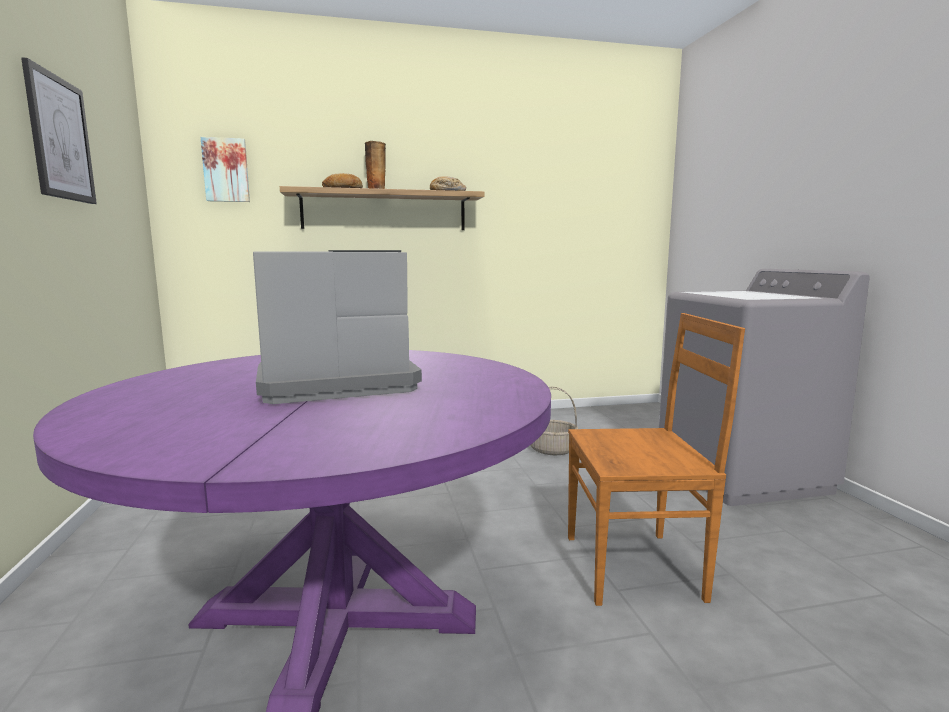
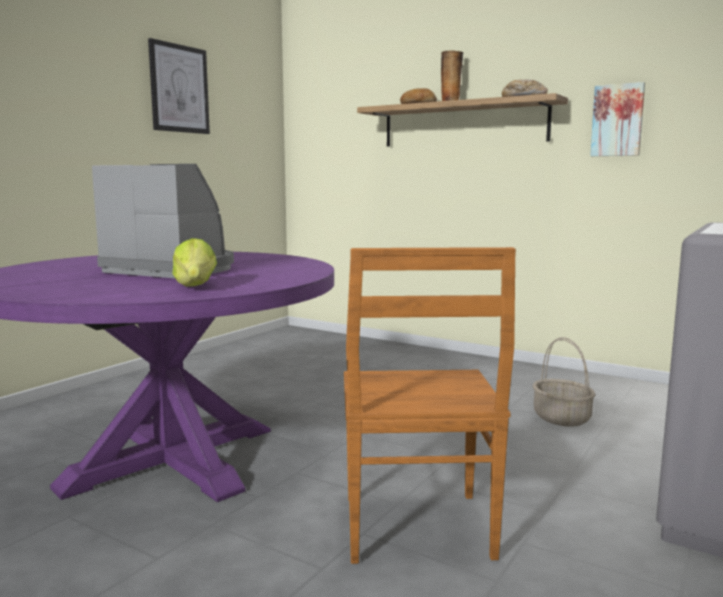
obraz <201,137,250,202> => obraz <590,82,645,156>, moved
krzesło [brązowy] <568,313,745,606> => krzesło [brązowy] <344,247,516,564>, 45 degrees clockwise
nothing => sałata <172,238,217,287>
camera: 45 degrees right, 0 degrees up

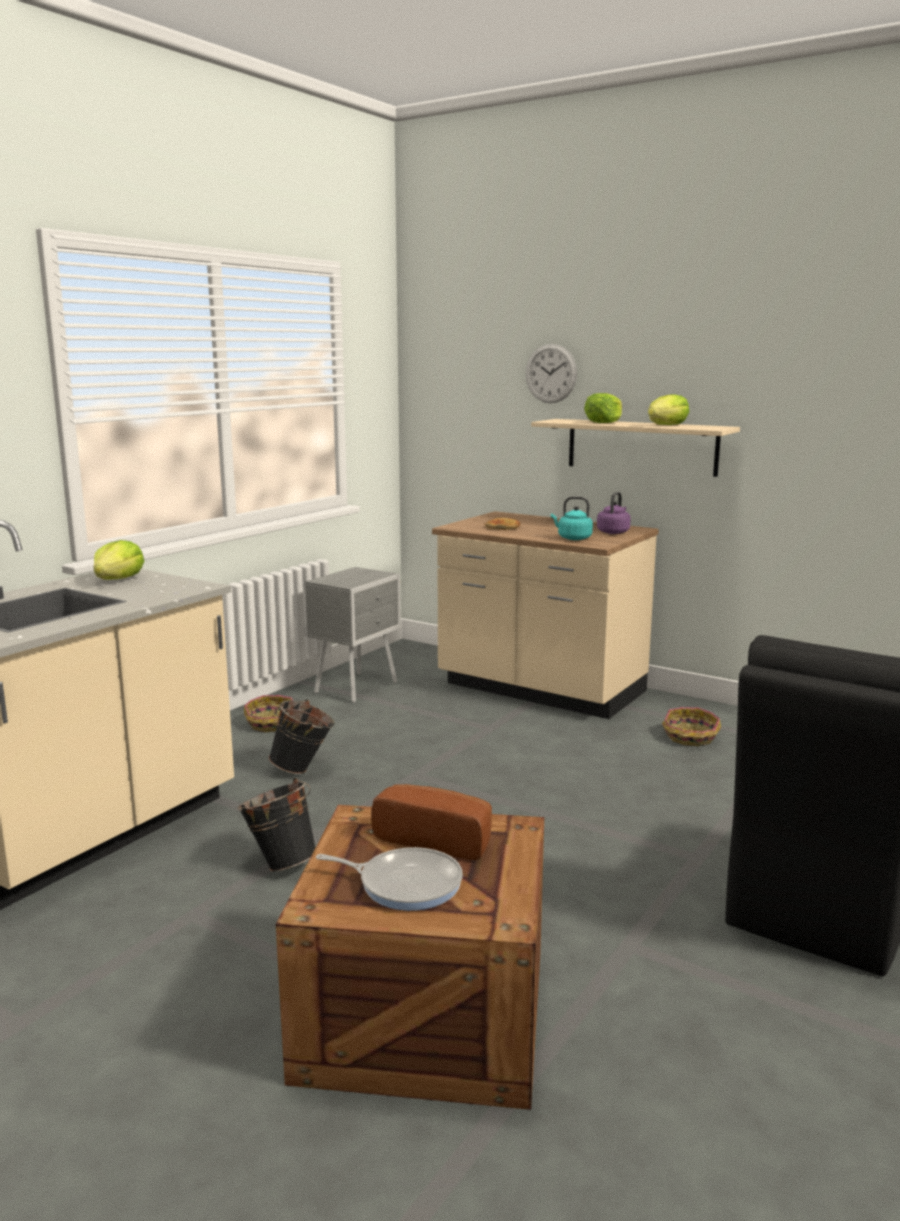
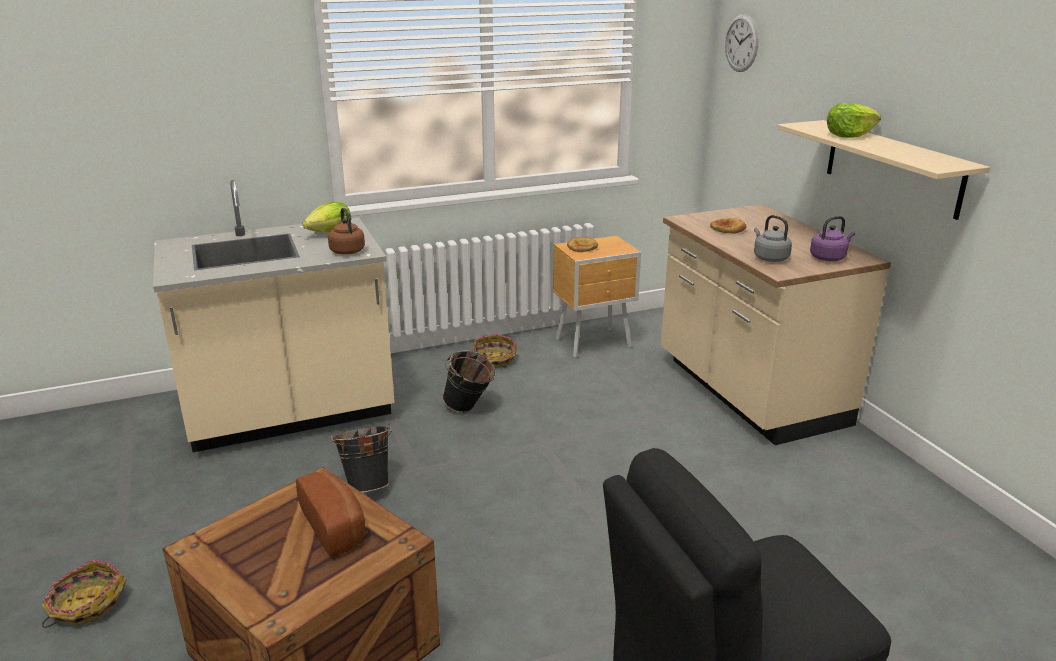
szafka nocna [szary] <305,567,401,703> => szafka nocna [brązowy] <553,236,641,358>
patelnia <316,847,463,911> => nothing
zegar ścienny <525,344,577,403> => zegar ścienny <725,14,758,72>, moved
czajnik [turkusowy] <551,496,593,540> => czajnik [szary] <754,215,792,262>
sałata <648,394,689,425> => nothing
koszyk <662,707,721,746> => koszyk <42,560,127,628>, moved
nothing => czajnik [brązowy] <328,208,365,255>
nothing => chleb <567,237,598,252>
camera: 35 degrees right, 10 degrees up

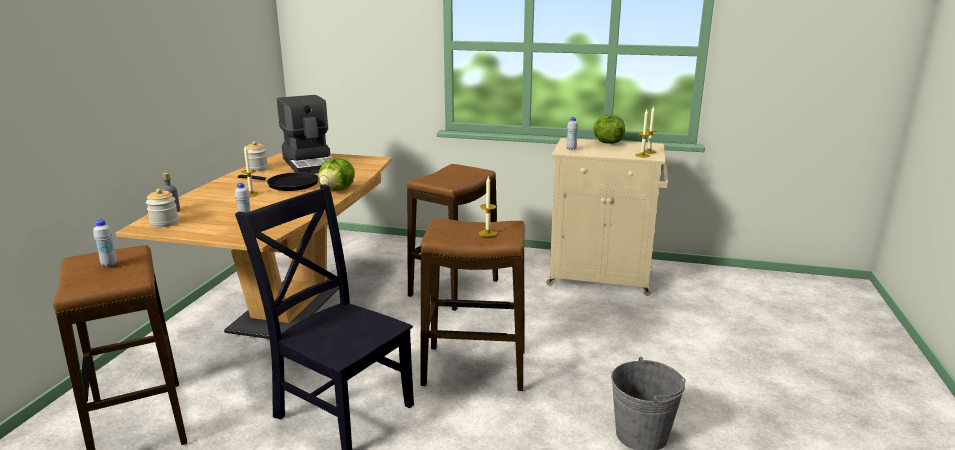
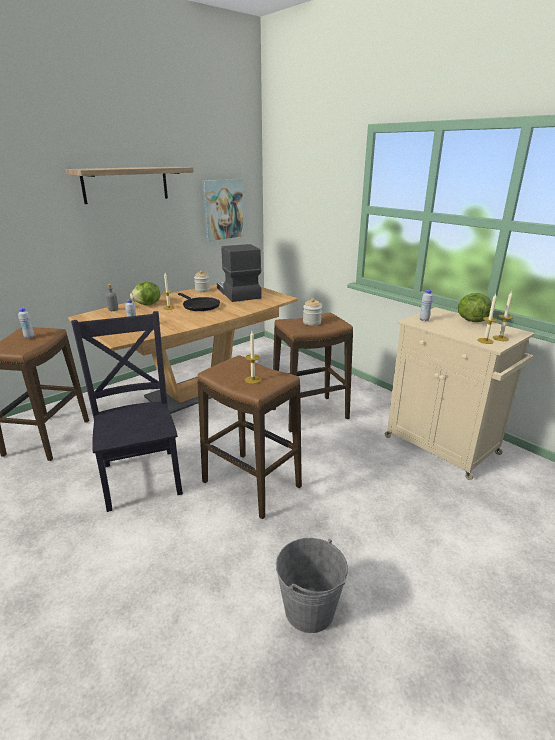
słoik <146,189,179,227> => słoik <303,298,322,325>, moved
ekspres do kawy <277,95,333,174> => ekspres do kawy <217,244,262,302>, 150 degrees clockwise
sałata <319,158,355,191> => sałata <130,282,160,305>, moved
nothing => półka <66,167,194,204>
nothing => obraz <202,179,244,241>
camera: 35 degrees right, 5 degrees up

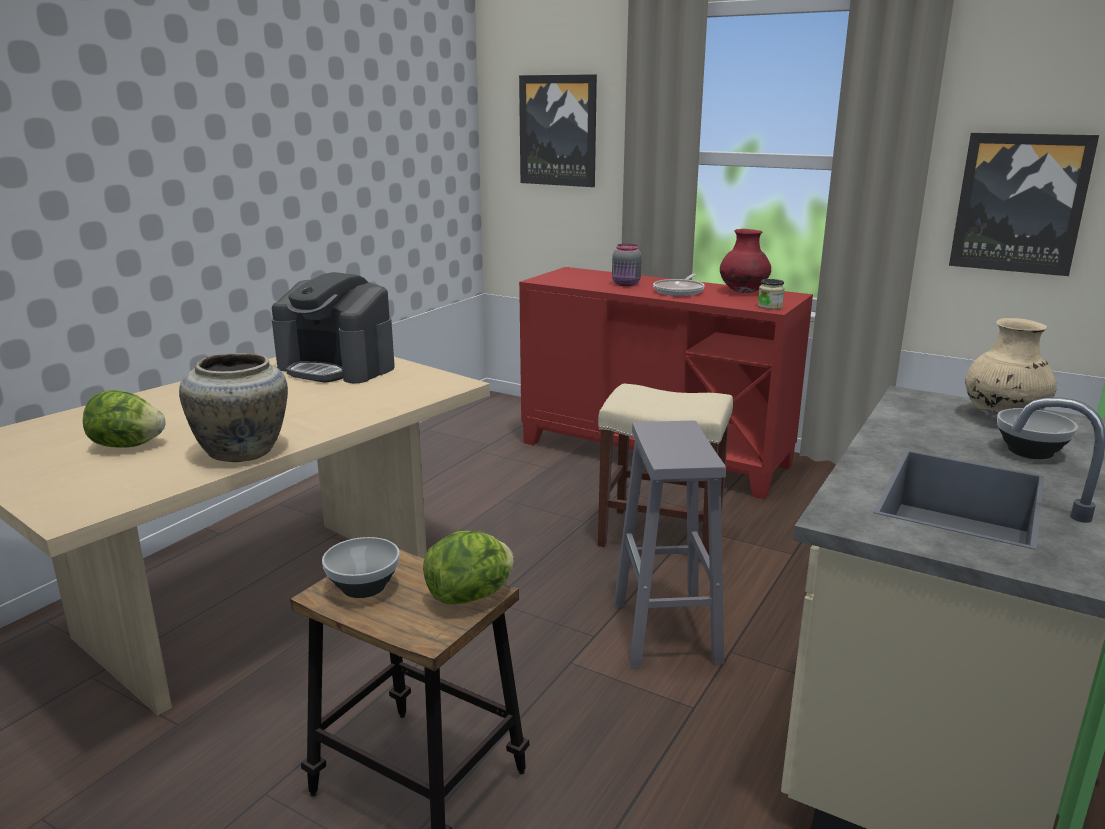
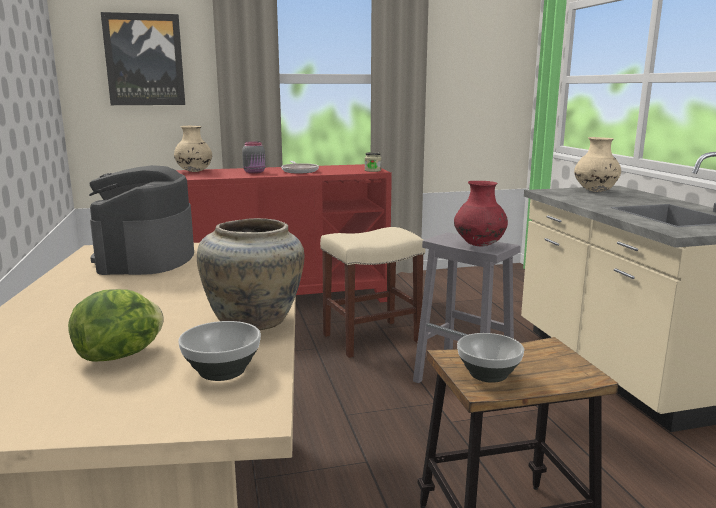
ekspres do kawy <272,272,395,383> => ekspres do kawy <89,165,194,275>, 105 degrees clockwise
sałata <423,531,514,604> => nothing
wazon [czerwony] <720,229,771,293> => wazon [czerwony] <454,181,508,246>, moved
obraz <949,133,1099,276> => nothing
miska <997,408,1078,459> => miska <178,321,261,381>, moved
nothing => wazon [beżowy] <174,126,212,172>
camera: 45 degrees left, 5 degrees down

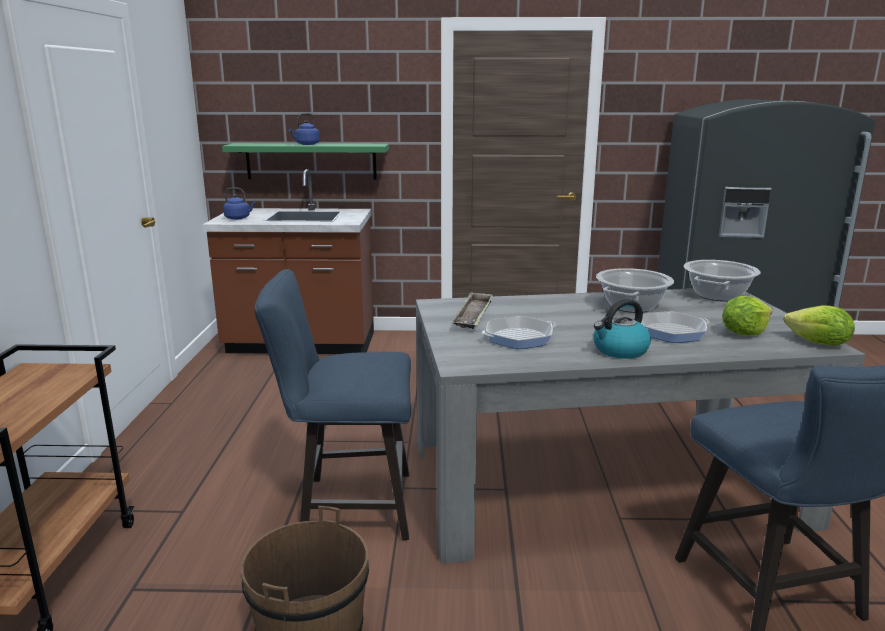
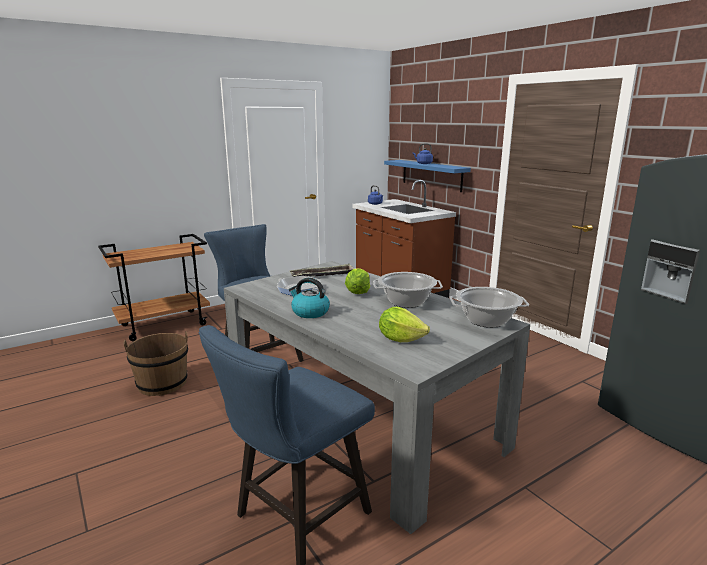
półka [zielony] <222,143,389,180> => półka [niebieski] <384,160,471,192>
patelnia <641,311,709,343> => nothing
sałata <784,305,855,346> => sałata <345,268,370,294>, moved
camera: 55 degrees right, 0 degrees up

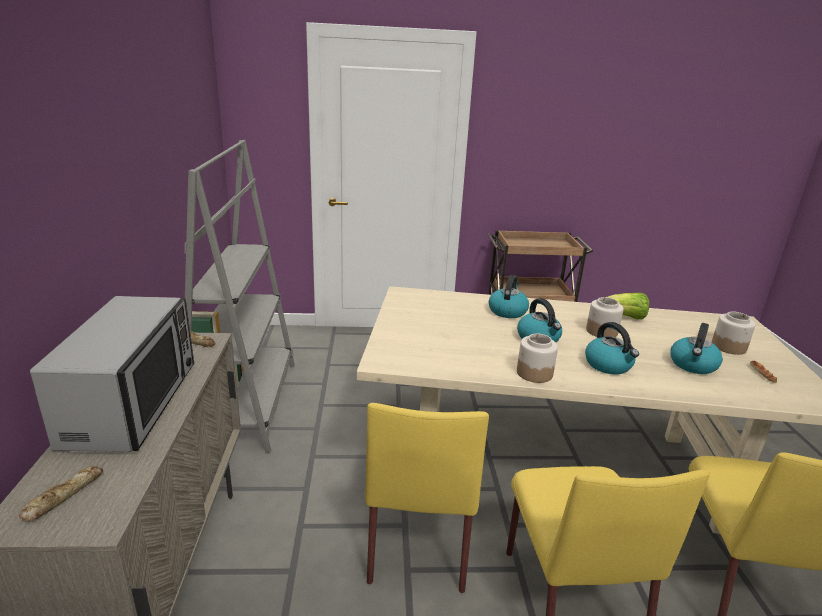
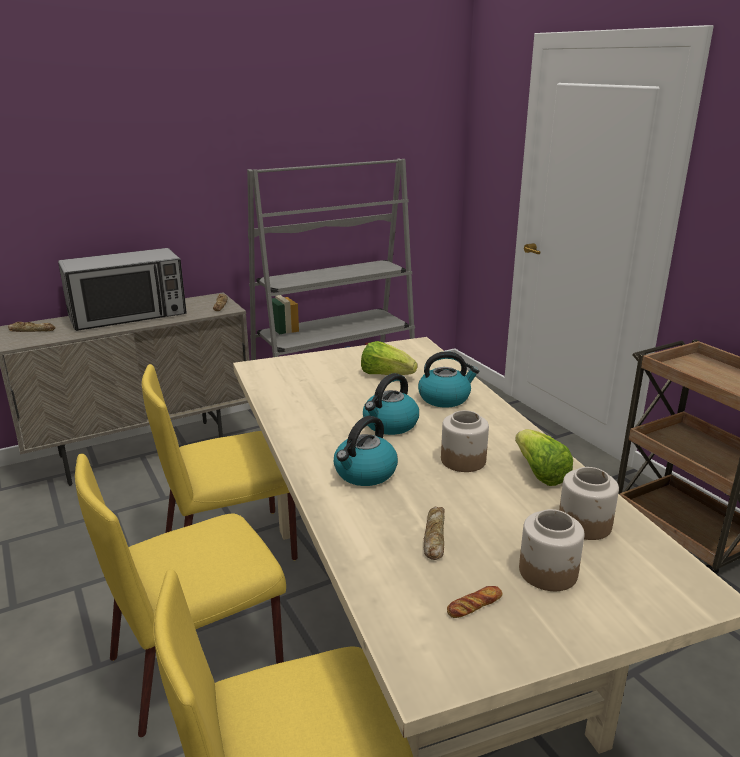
słoik <517,333,558,383> => słoik <559,467,619,540>, moved
czajnik <670,323,723,374> => chleb <424,507,445,560>
nothing => sałata <361,341,417,375>
camera: 65 degrees right, 0 degrees up

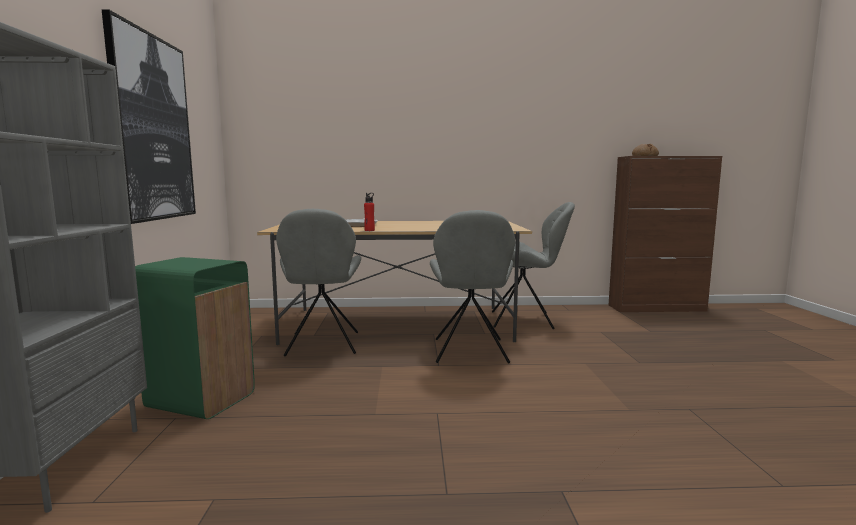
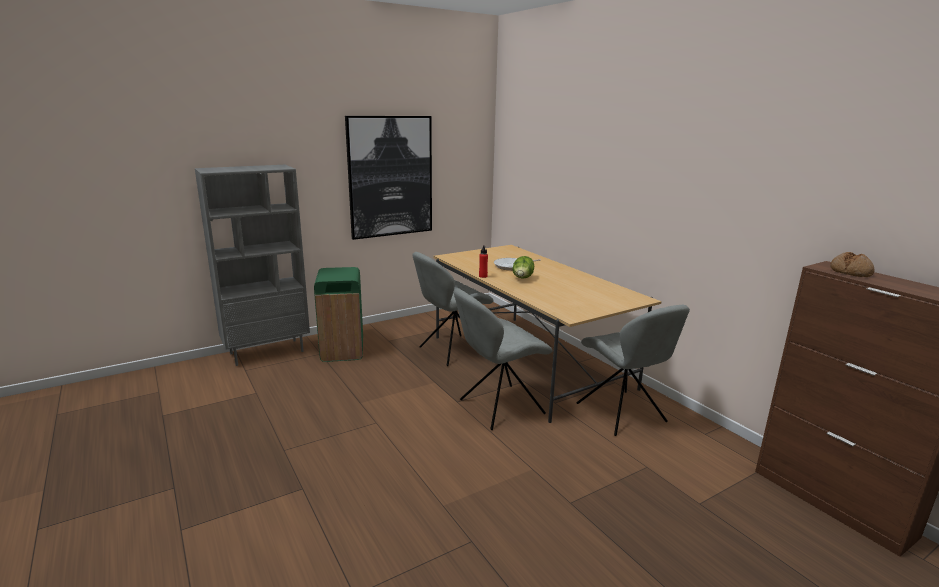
nothing => sałata <512,256,534,278>
camera: 60 degrees right, 10 degrees up

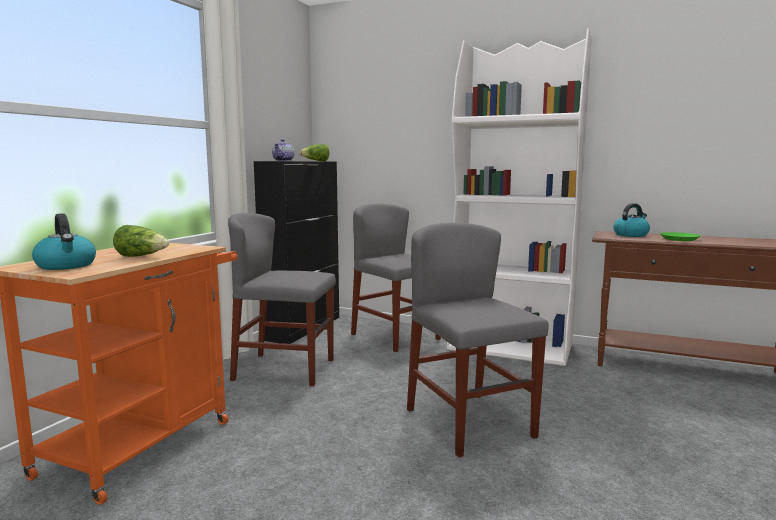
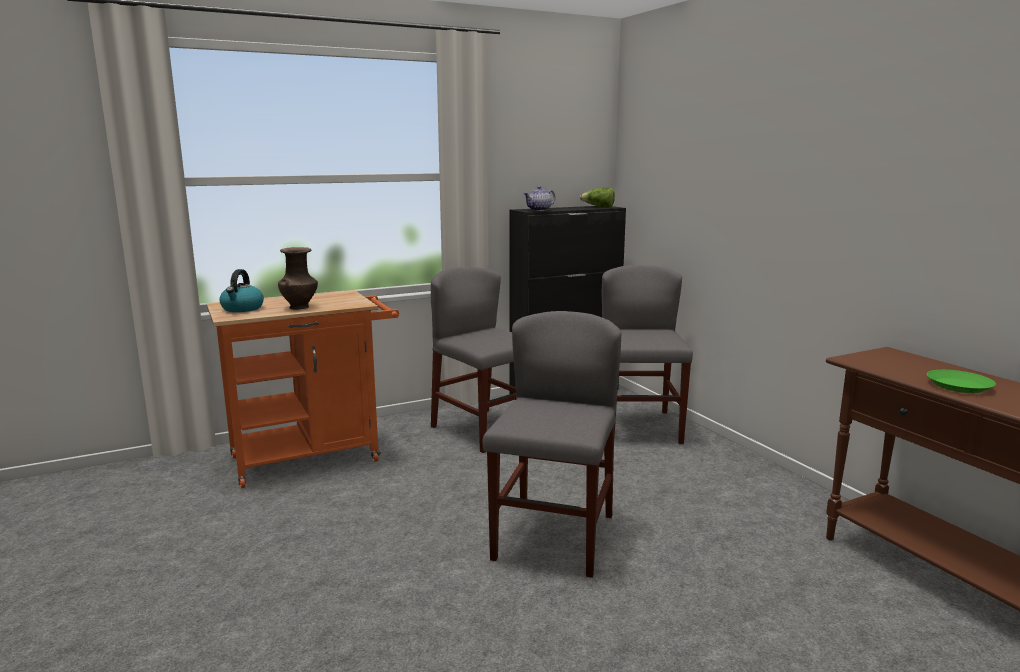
sałata <113,225,169,257> => wazon [brązowy] <278,247,318,310>
regał [biały] <447,29,592,366> => nothing
czajnik <613,203,650,237> => nothing
camera: 40 degrees right, 5 degrees up

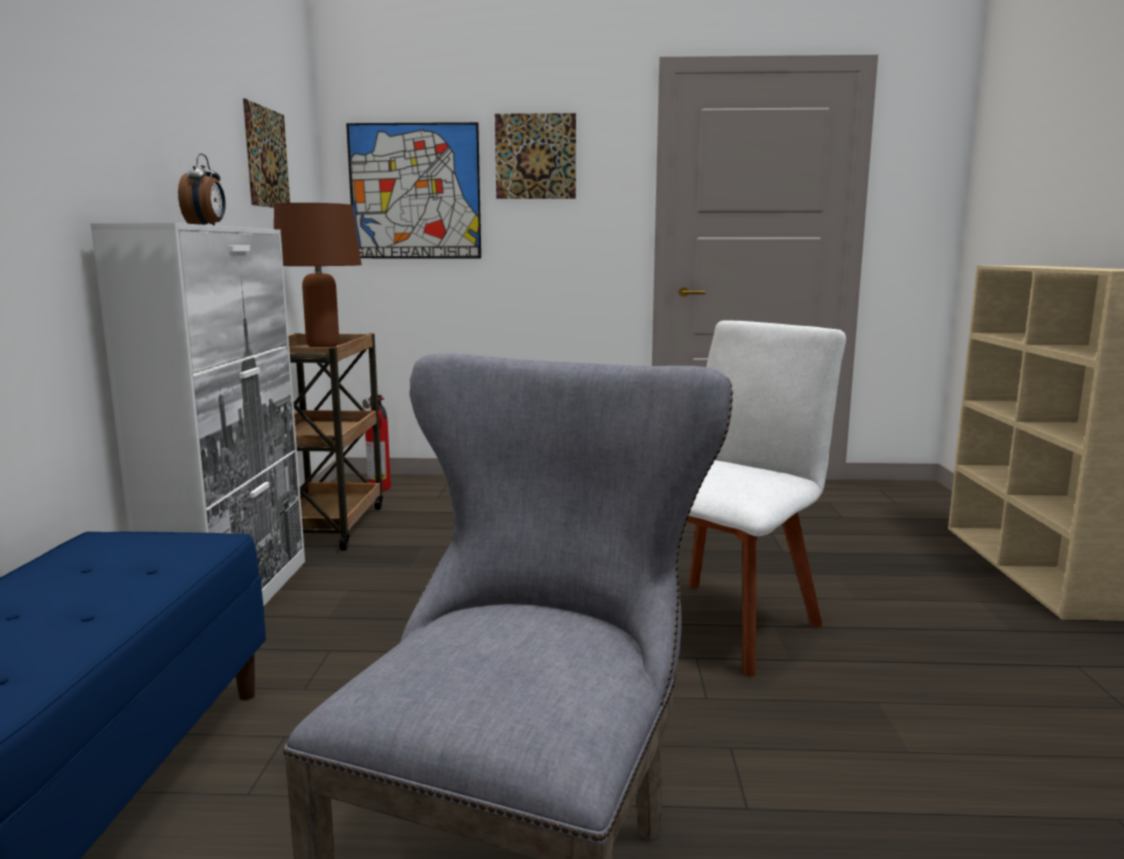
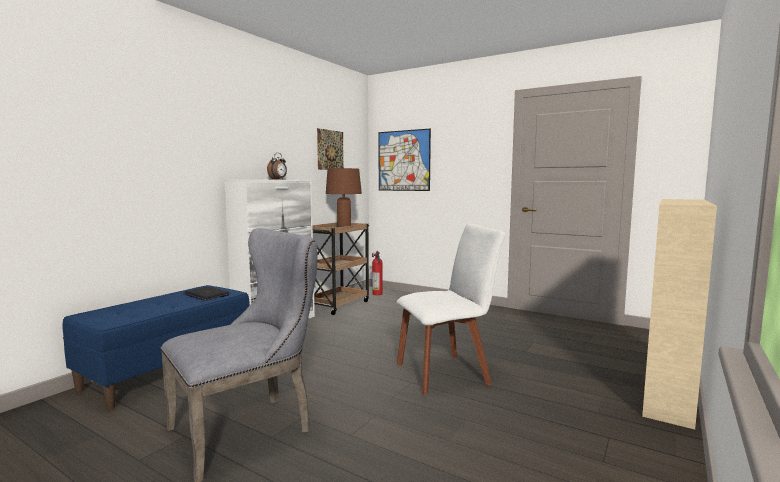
obraz <495,113,576,199> => nothing
nothing => laptop <184,286,230,301>
camera: 30 degrees right, 5 degrees down

